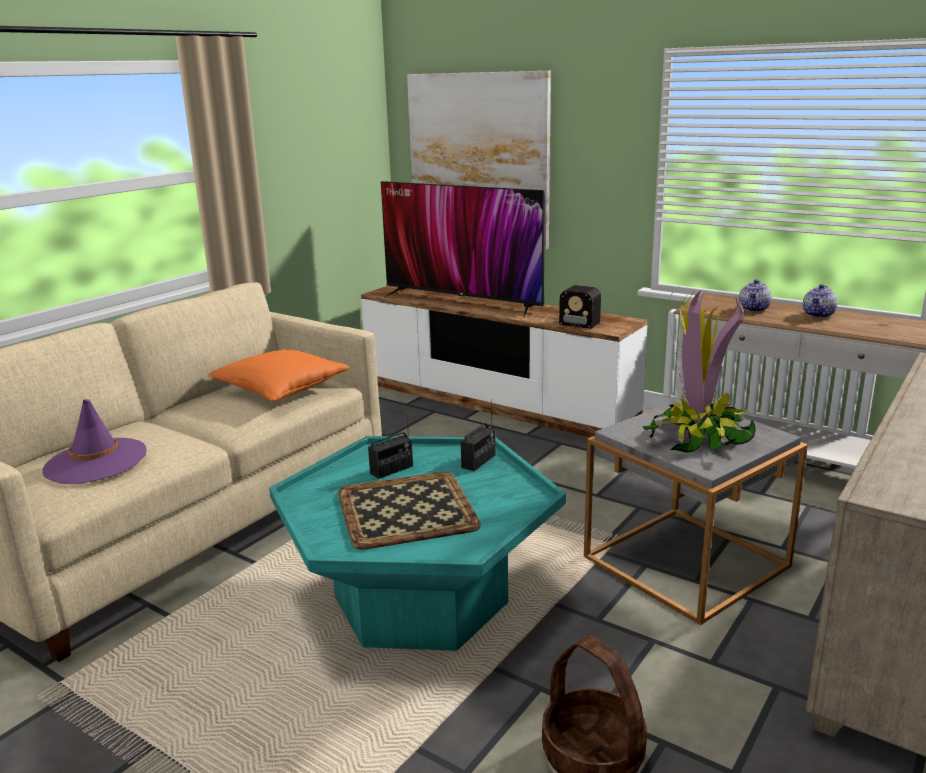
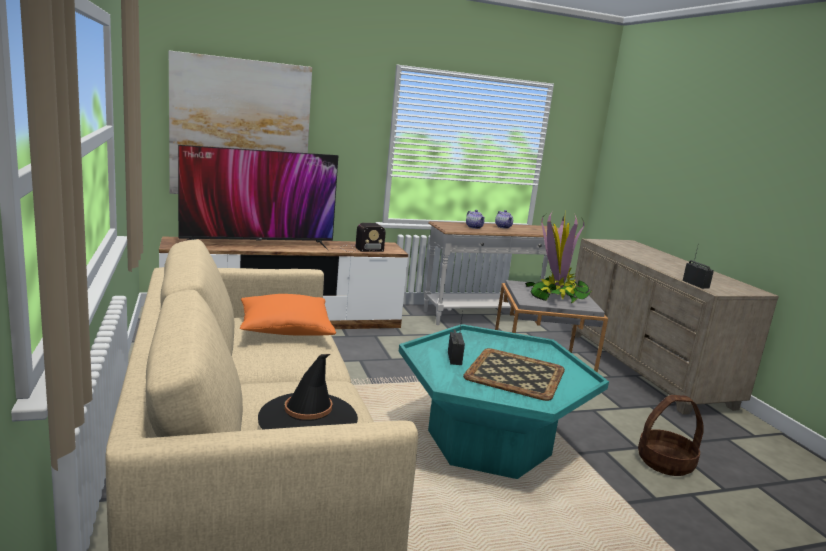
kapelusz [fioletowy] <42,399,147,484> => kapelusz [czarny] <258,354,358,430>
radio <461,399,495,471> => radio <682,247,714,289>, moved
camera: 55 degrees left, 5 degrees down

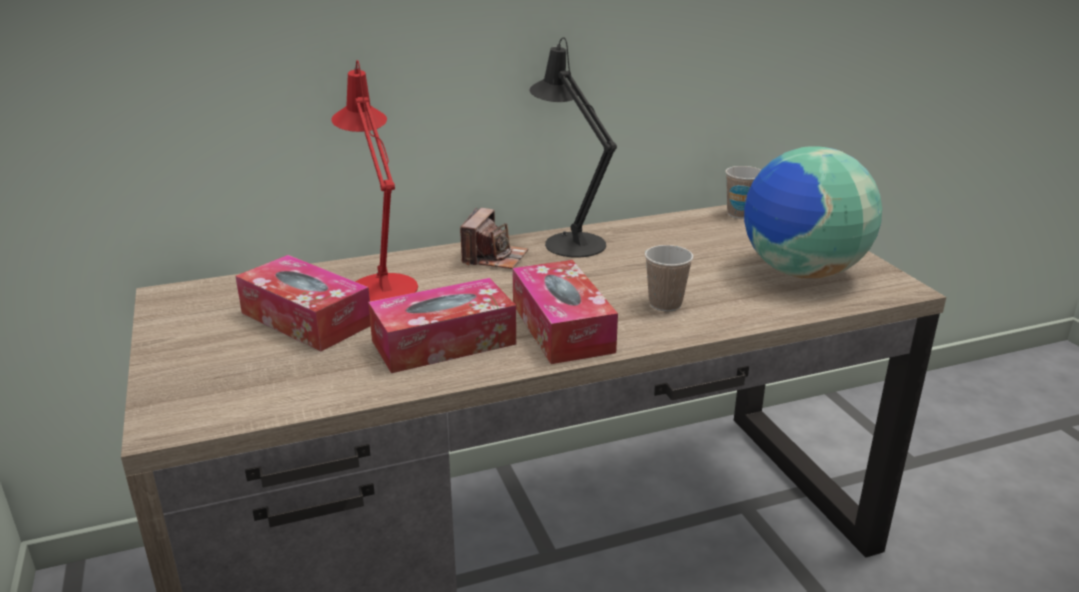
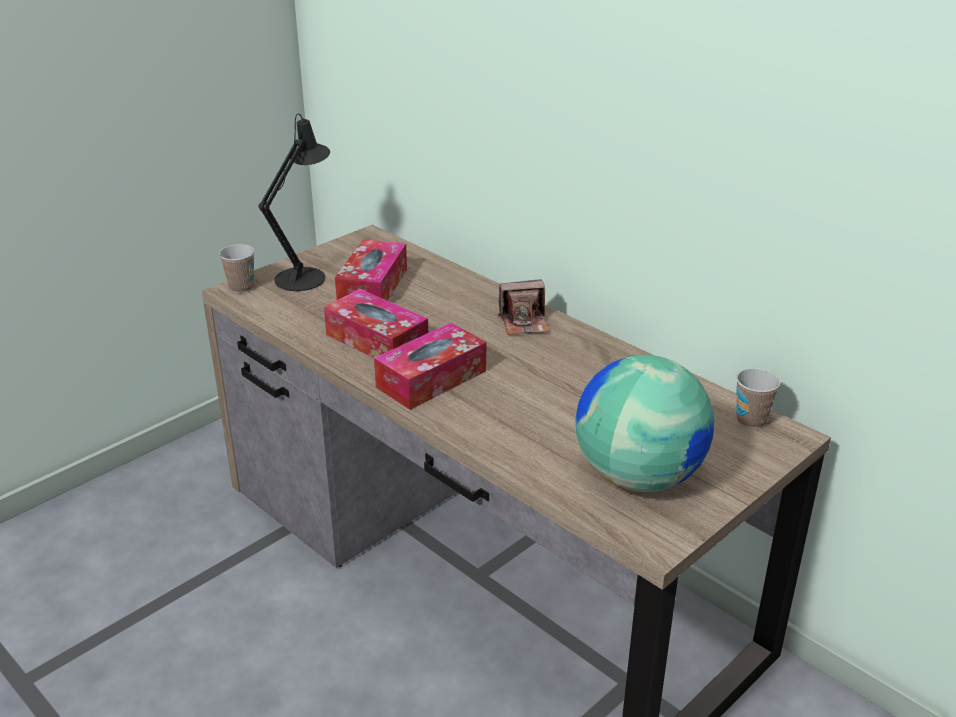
lampa stołowa [czerwony] <331,60,418,301> => nothing
lampa stołowa [czarny] <529,37,617,258> => lampa stołowa [czarny] <258,114,330,291>, moved
filiżanka <645,245,693,311> => filiżanka <219,244,255,293>, moved
camera: 65 degrees right, 5 degrees up

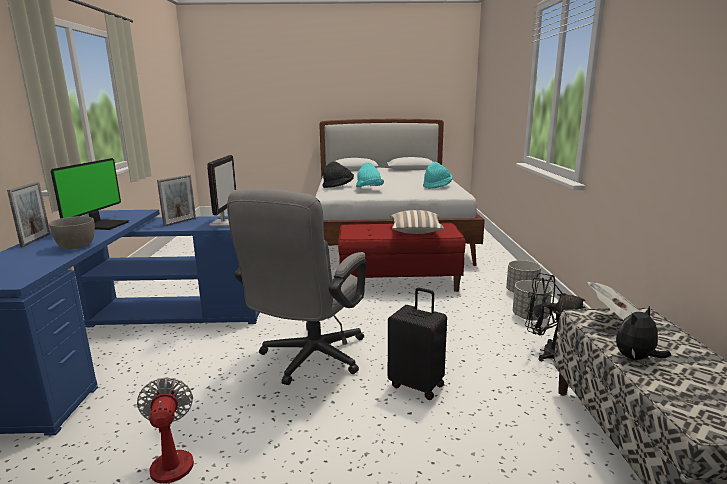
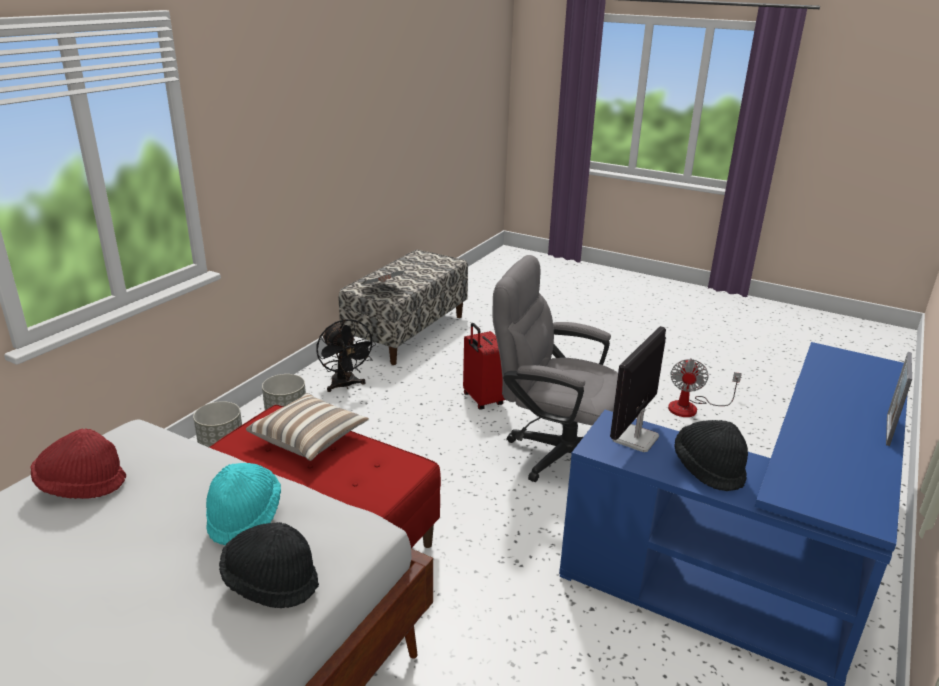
miska [szary] <49,216,95,249> => nothing
monitor <51,158,129,230> => nothing
ramka na zdjęcie <157,175,196,227> => kapelusz [czarny] <674,420,748,491>
krzesło biurowe [szary] <227,189,366,385> => krzesło biurowe [szary] <493,255,618,482>, 120 degrees counterclockwise
walizka [czarny] <388,287,447,400> => walizka [czerwony] <463,323,505,410>
kapelusz [turkusowy] <423,162,453,189> => kapelusz [czerwony] <30,428,126,499>
pluszak <616,306,671,360> => nothing
camera: 150 degrees left, 10 degrees up

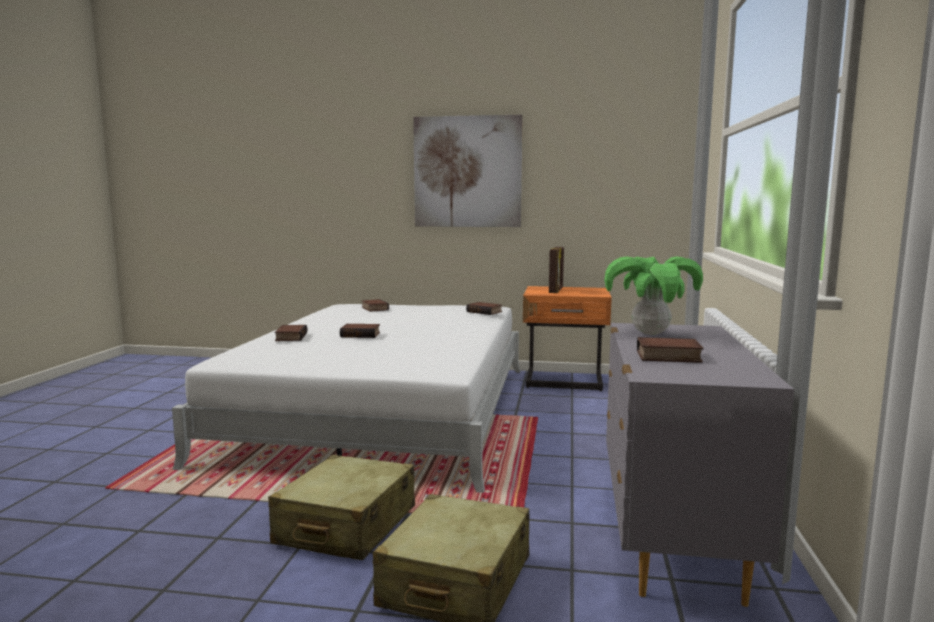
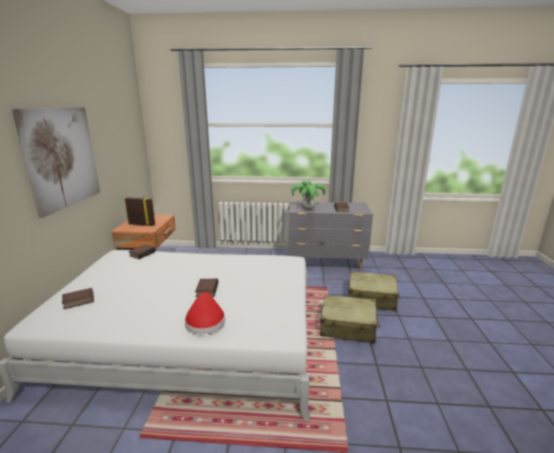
książka <275,325,308,341> => kapelusz [czerwony] <185,292,225,334>
camera: 95 degrees left, 10 degrees up

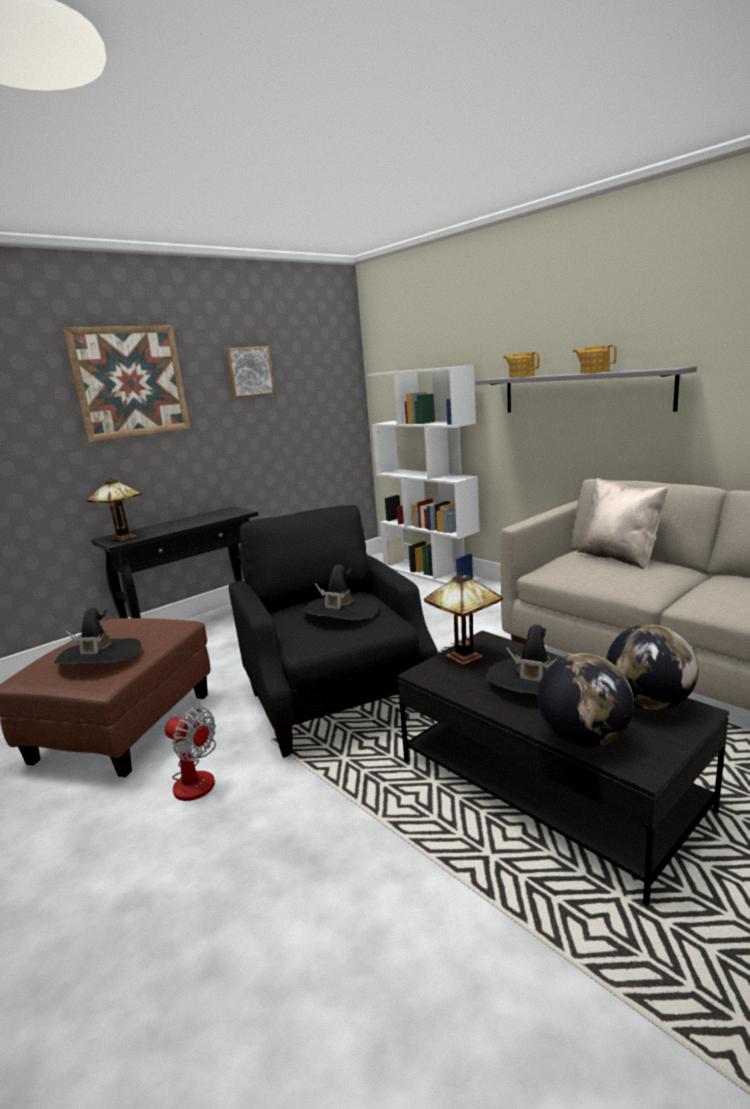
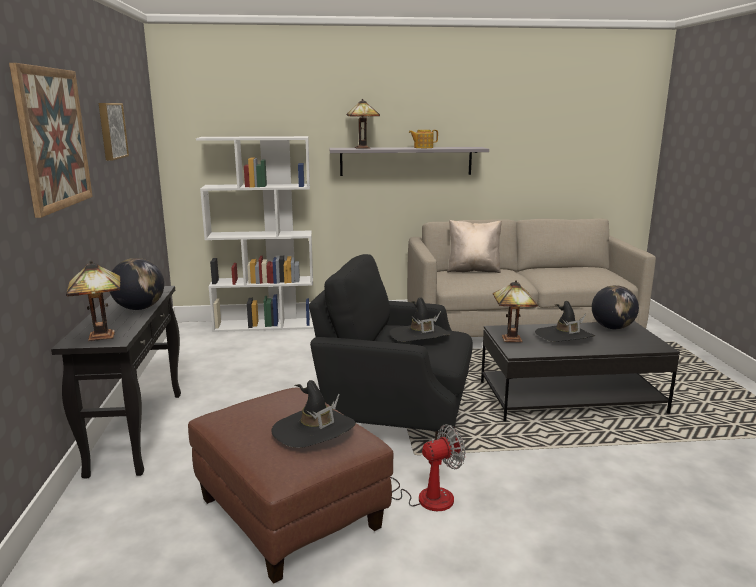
imbryk <503,352,540,378> => lampa stołowa <347,99,380,149>
globus <537,653,634,747> => globus <110,258,164,310>, moved
camera: 55 degrees left, 0 degrees up

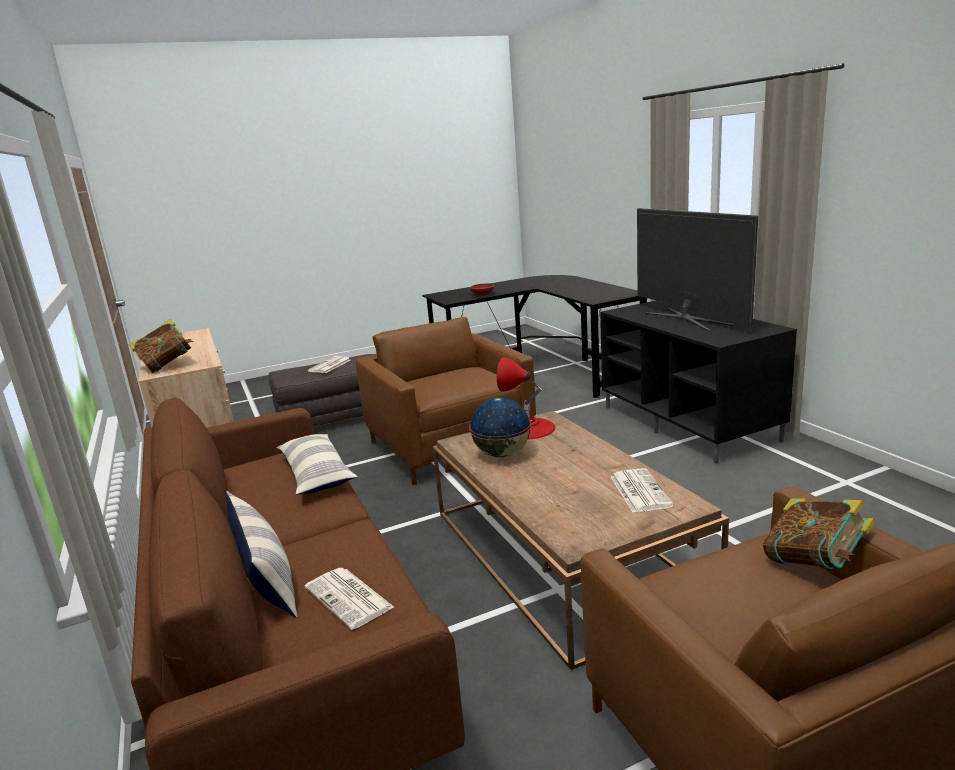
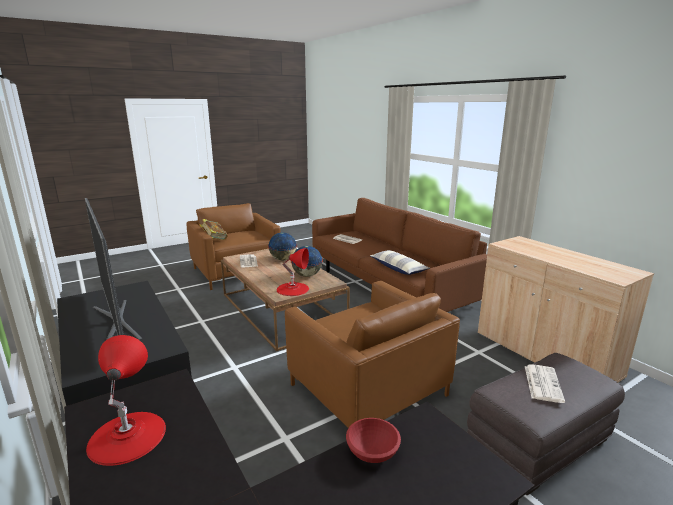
książka <129,319,193,373> => nothing
poduszka <226,491,297,618> => nothing
nothing => lampa stołowa [czerwony] <86,335,166,466>
nothing => globus <268,232,297,260>
camera: 170 degrees right, 0 degrees up

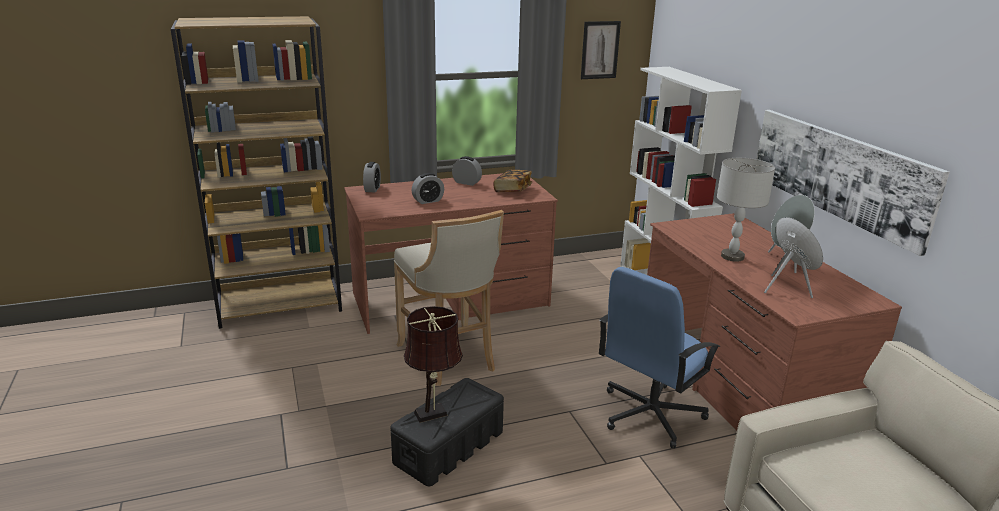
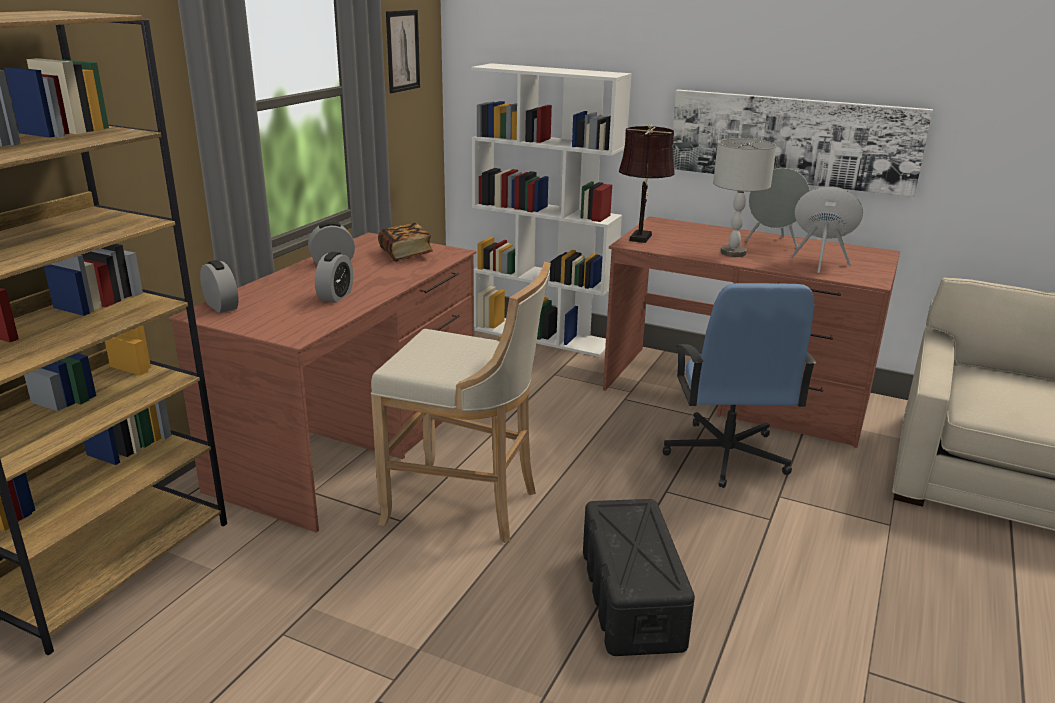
lampa stołowa [brązowy] <404,306,463,423> => lampa stołowa [brązowy] <619,124,675,243>, moved
camera: 45 degrees left, 0 degrees up

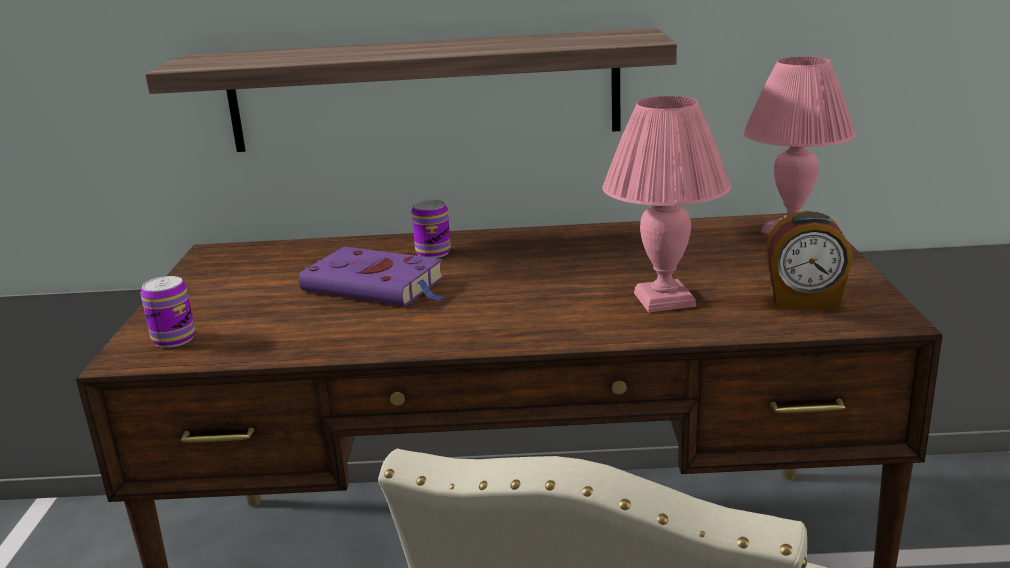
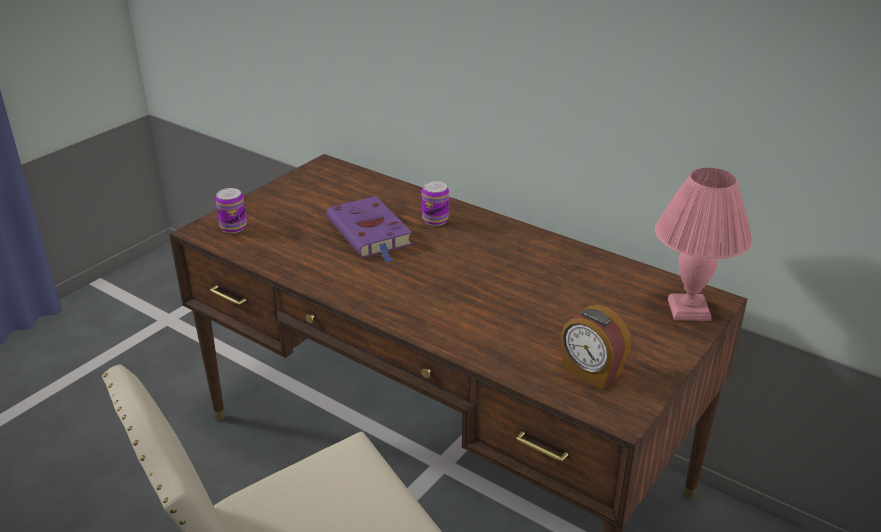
półka <145,28,677,152> => nothing
lampa stołowa [różowy] <602,96,731,312> => nothing
camera: 35 degrees right, 10 degrees up

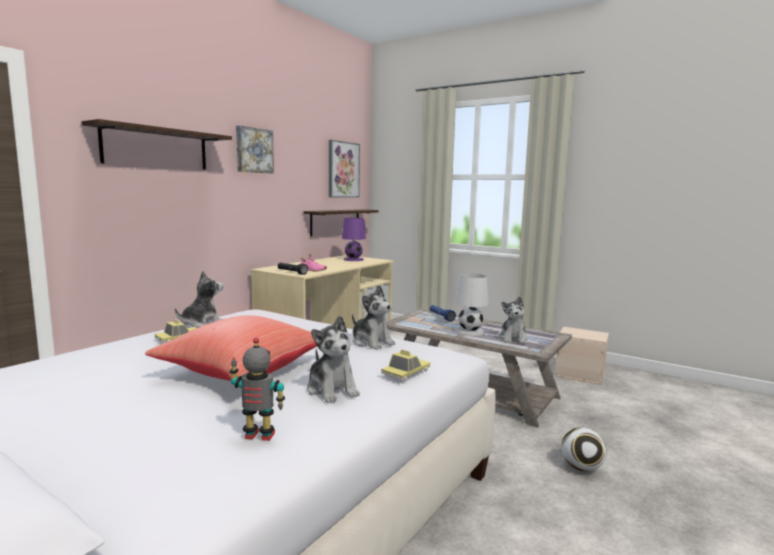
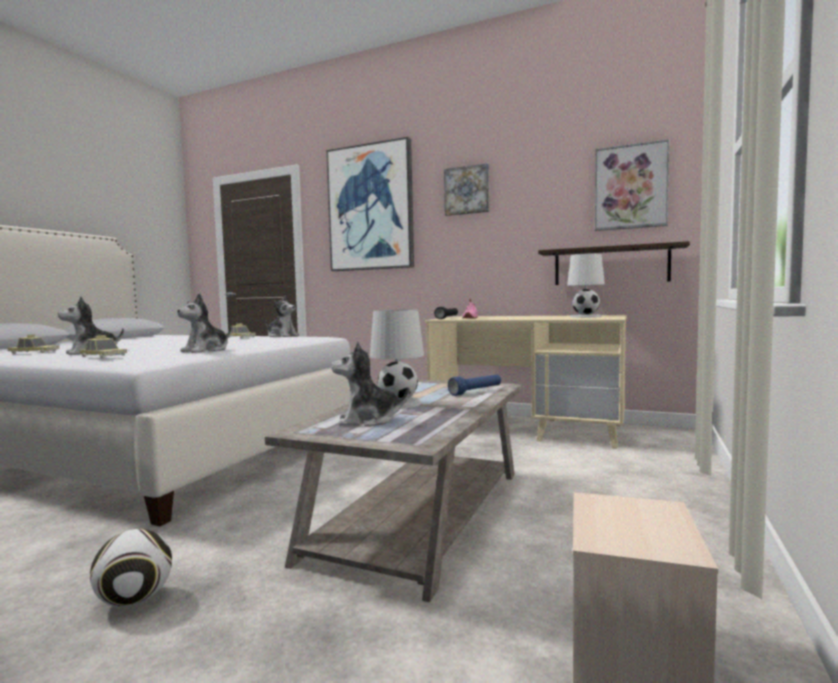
półka <81,119,232,170> => obraz <326,137,414,271>
poduszka [czerwony] <145,315,317,381> => nothing
robot zabawkowy <229,338,285,441> => samochodzik <7,334,60,354>
lampa stołowa [fioletowy] <342,218,366,261> => lampa stołowa [biały] <567,254,605,318>
camera: 80 degrees right, 5 degrees down

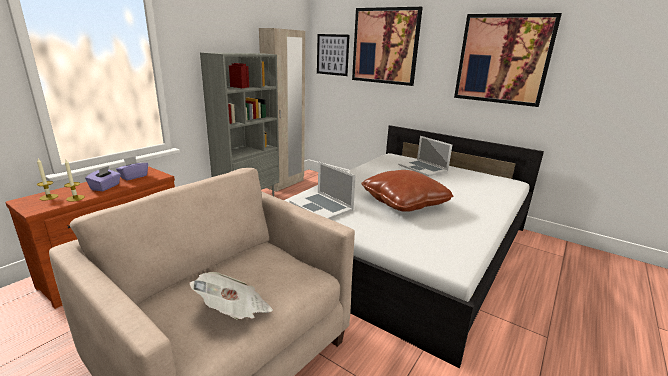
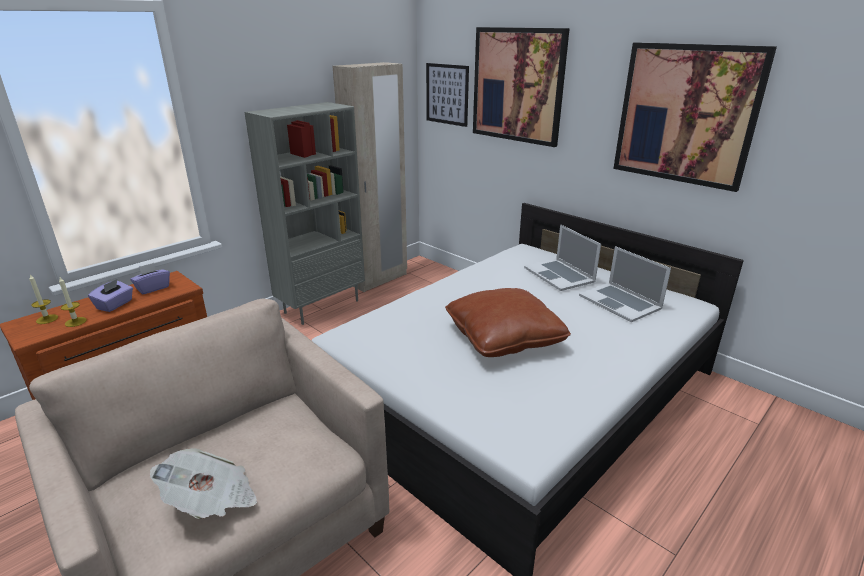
laptop <290,161,356,219> => laptop <579,246,671,322>, moved
camera: 10 degrees right, 5 degrees up

